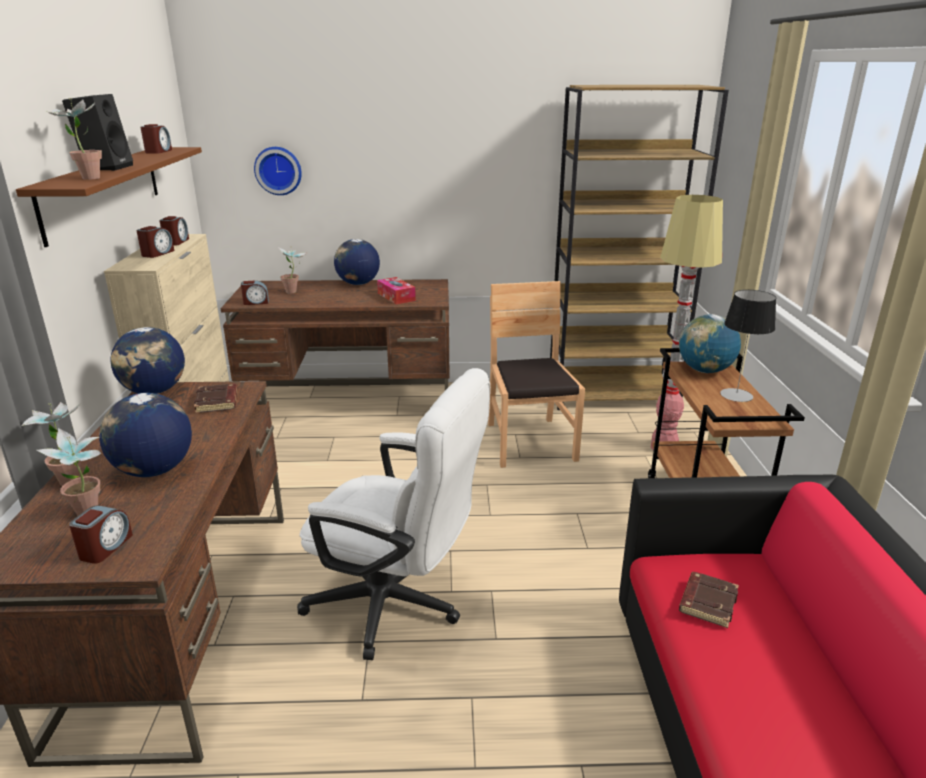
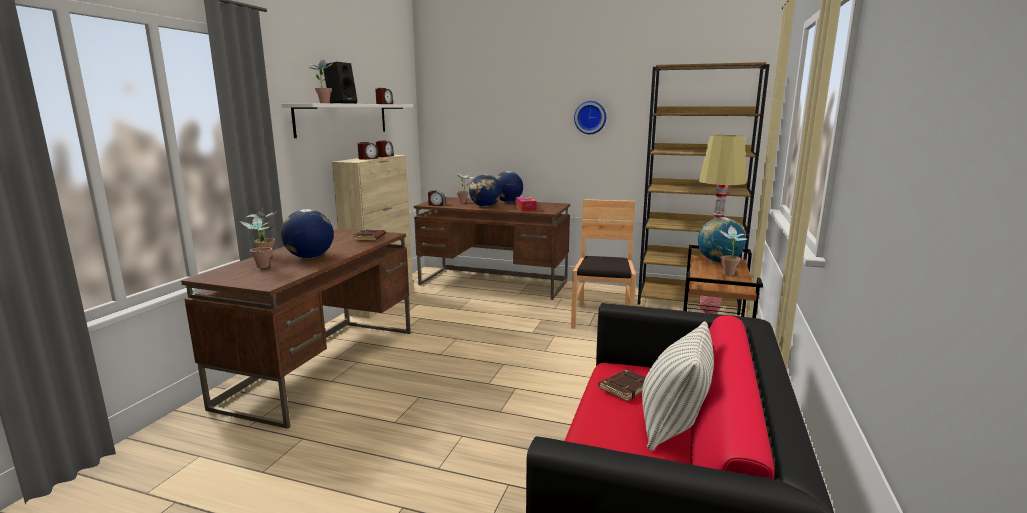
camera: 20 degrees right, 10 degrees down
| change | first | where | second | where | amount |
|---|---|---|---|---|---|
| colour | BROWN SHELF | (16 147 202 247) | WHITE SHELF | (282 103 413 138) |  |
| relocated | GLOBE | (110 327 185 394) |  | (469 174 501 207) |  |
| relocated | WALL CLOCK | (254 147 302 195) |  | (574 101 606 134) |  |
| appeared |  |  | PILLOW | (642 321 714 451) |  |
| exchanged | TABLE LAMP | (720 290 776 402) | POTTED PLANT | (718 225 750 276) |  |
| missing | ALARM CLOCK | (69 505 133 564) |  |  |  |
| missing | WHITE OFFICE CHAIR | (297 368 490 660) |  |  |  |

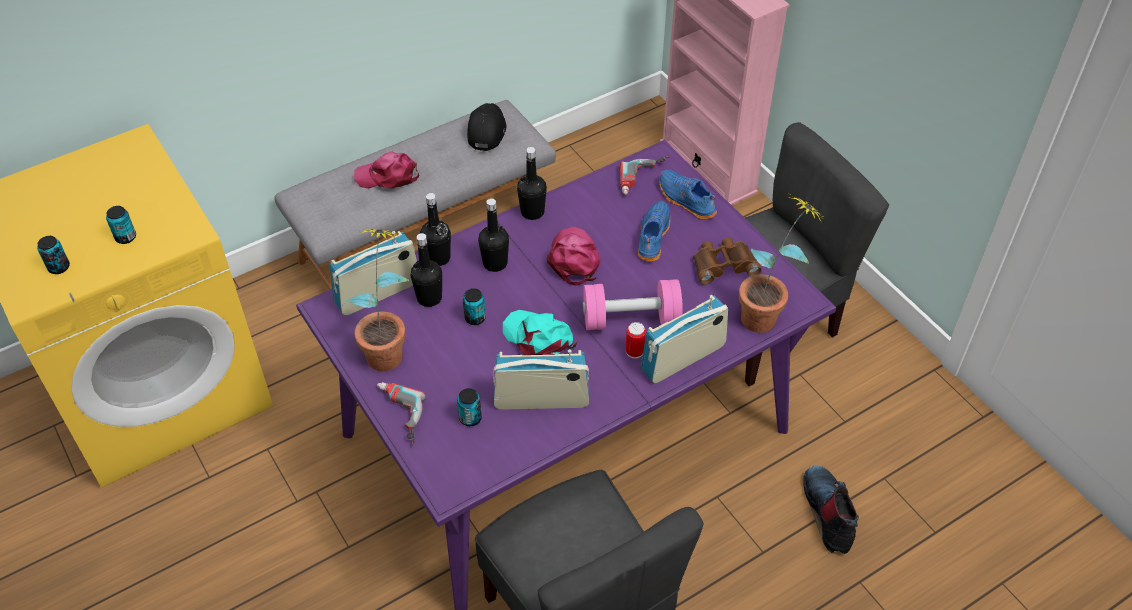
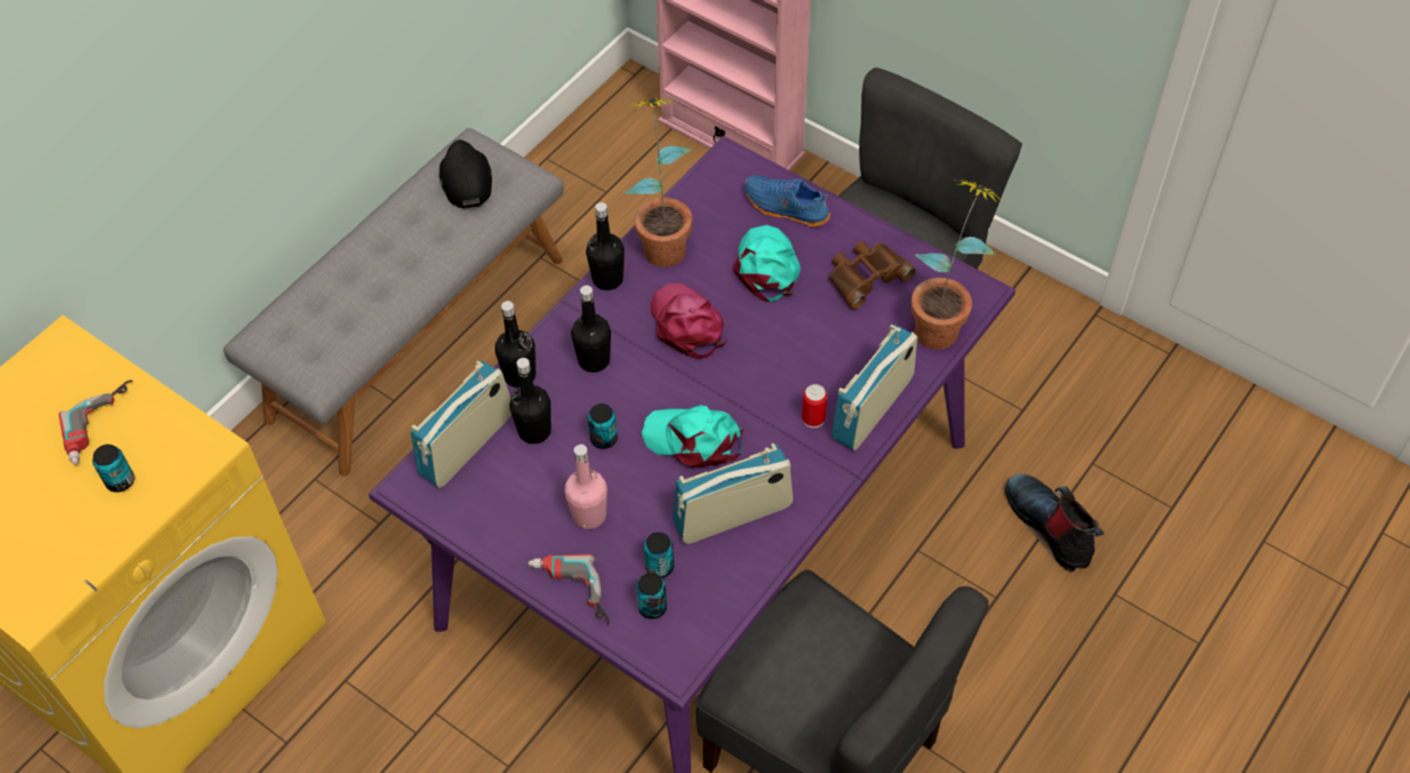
camera: 20 degrees left, 5 degrees up
| change | first | where | second | where | amount |
|---|---|---|---|---|---|
| relocated | POWER DRILL | (620 156 670 195) |  | (59 380 133 465) |  |
| appeared |  |  | PINK BOTTLE | (565 444 607 529) |  |
| relocated | POTTED PLANT | (346 229 409 371) |  | (623 99 693 267) |  |
| relocated | CAN | (37 236 70 274) |  | (636 573 667 619) |  |
| exchanged | BLUE SHOE | (638 201 670 262) | TURQUOISE CAP | (733 225 801 302) |  |
| missing | PINK CAP | (354 151 419 189) |  |  |  |
| missing | PINK DUMBBELL | (583 279 683 330) |  |  |  |

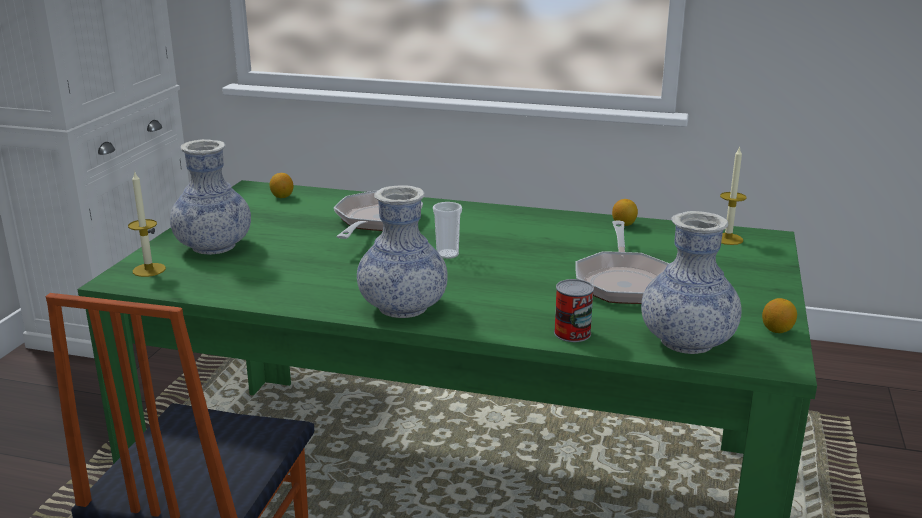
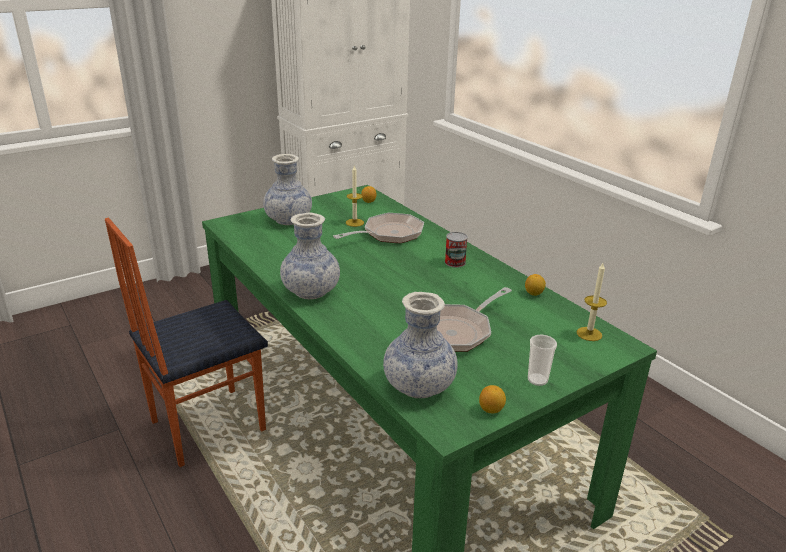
camera: 40 degrees right, 5 degrees up
| change | first | where | second | where | amount |
|---|---|---|---|---|---|
| relocated | CANDLE | (128 172 166 277) |  | (346 166 364 227) |  |
| relocated | CAN | (554 279 594 342) |  | (445 232 468 268) |  |
| relocated | CUP | (433 202 462 259) |  | (528 334 557 386) |  |

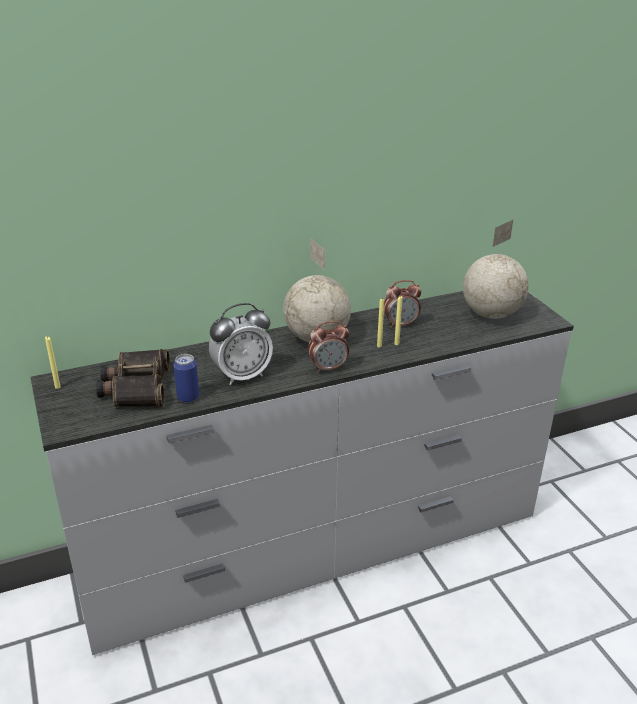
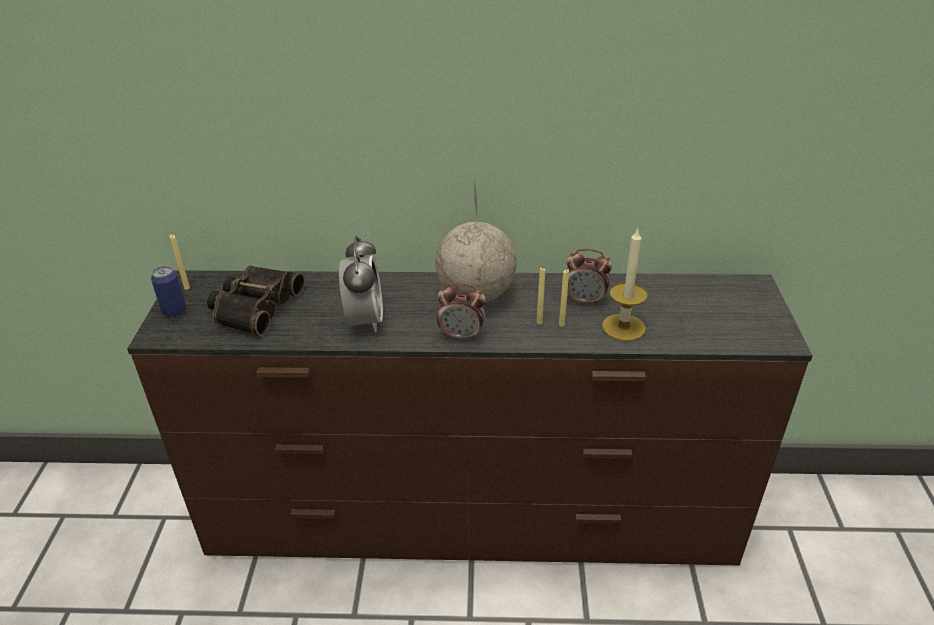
camera: 25 degrees right, 5 degrees up
| change | first | where | second | where | amount |
|---|---|---|---|---|---|
| colour | WHITE DRESSER | (30 291 574 655) | BROWN DRESSER | (127 270 813 565) |  |
| relocated | CAN | (173 354 199 403) |  | (151 265 186 318) |  |
| spun | ALARM CLOCK | (209 303 273 385) |  | (339 236 383 333) | 90 degrees counterclockwise |
| appeared |  |  | CANDLE | (602 228 648 341) |  |
| missing | GLOBE | (463 220 529 319) |  |  |  |

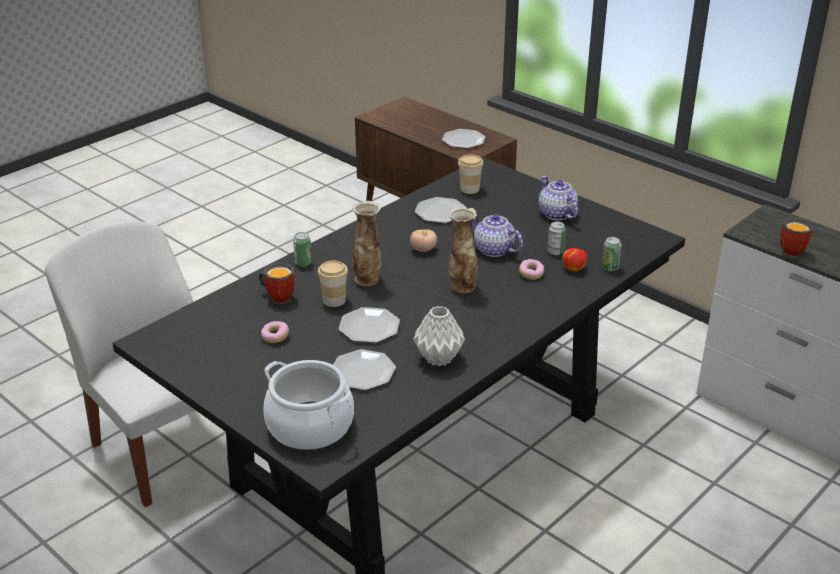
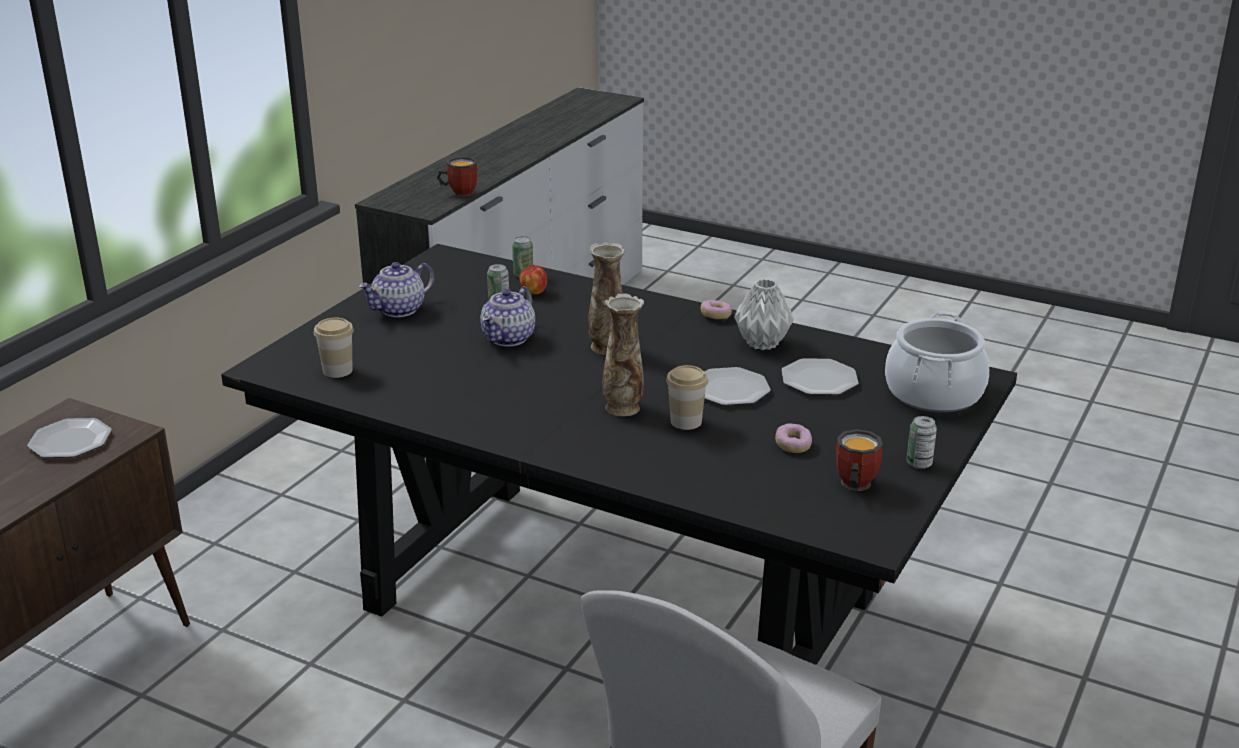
camera: 105 degrees left, 5 degrees down
| change | first | where | second | where | amount |
|---|---|---|---|---|---|
| relocated | DONUT | (519 259 544 280) |  | (701 300 732 319) |  |
| relocated | MUG | (259 263 295 304) |  | (836 429 883 491) |  |
| relocated | CAN | (293 232 312 267) |  | (906 416 937 469) |  |
| missing | TOMATO | (410 229 437 252) |  |  |  |
| missing | PLATE | (415 197 467 223) |  |  |  |

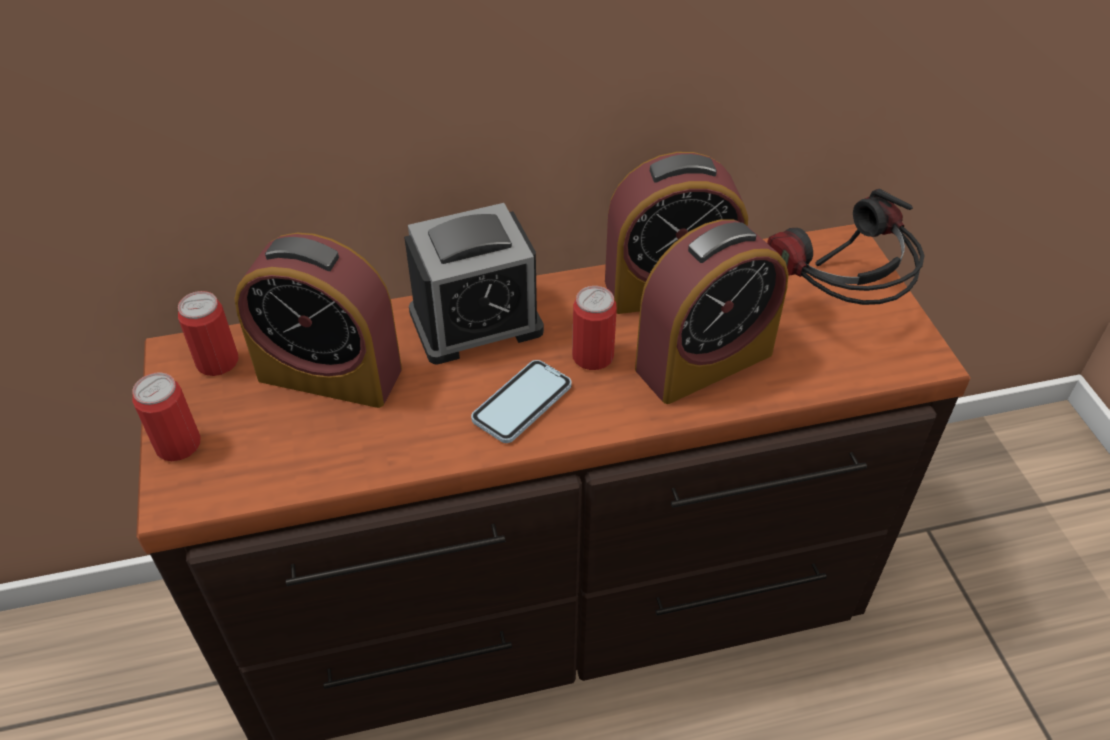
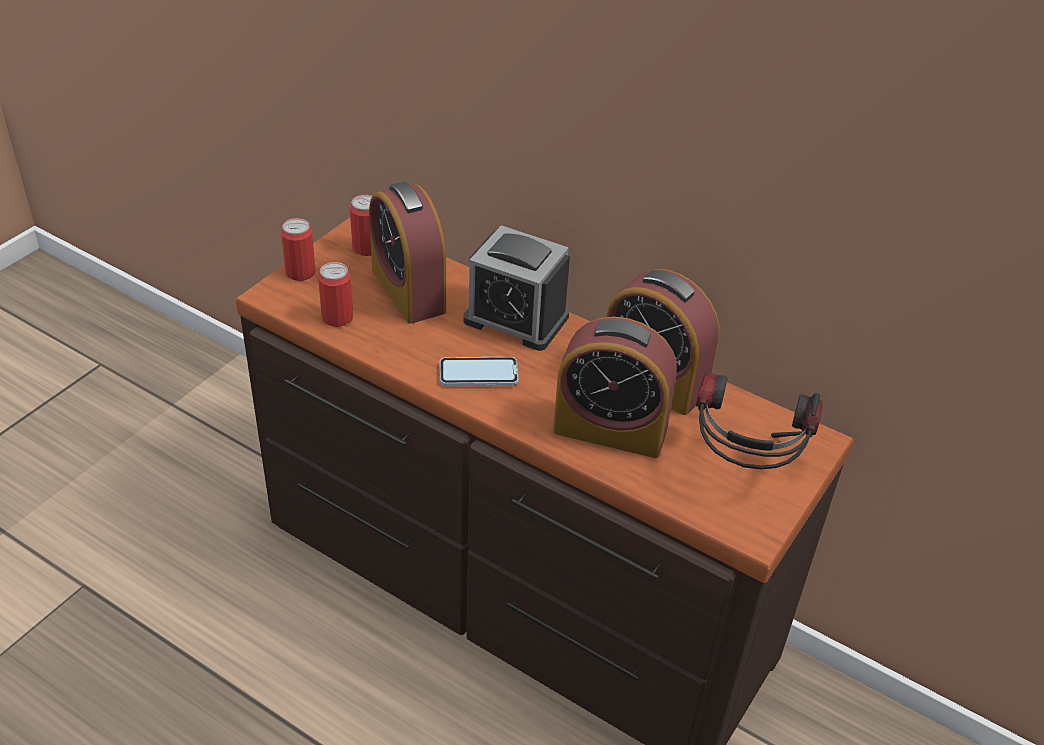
camera: 45 degrees right, 5 degrees down
| change | first | where | second | where | amount |
|---|---|---|---|---|---|
| relocated | CAN | (572 286 617 370) |  | (318 262 353 327) |  |

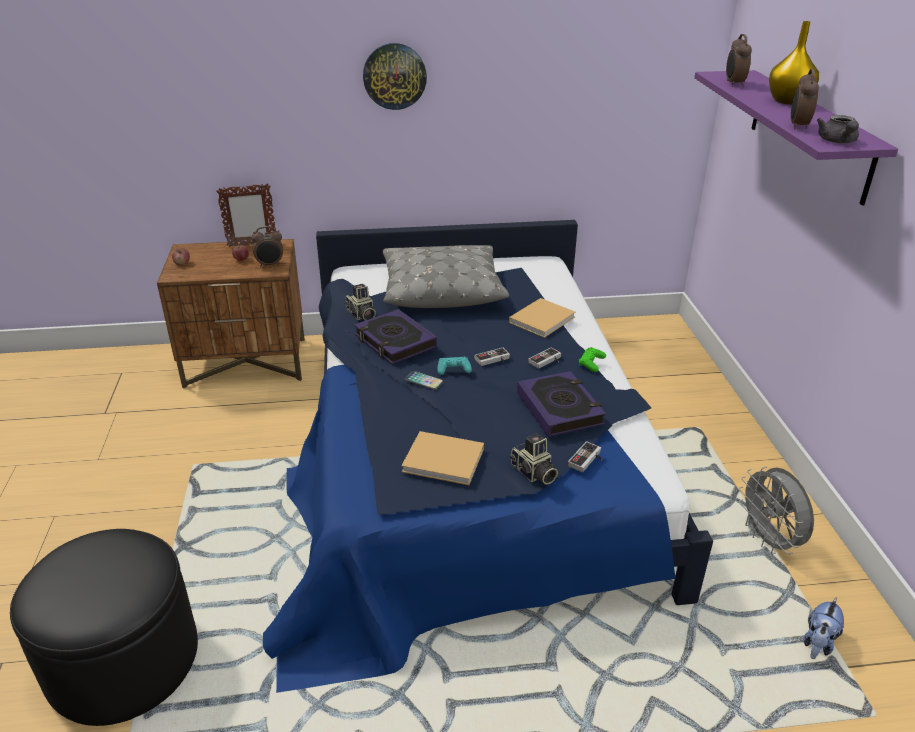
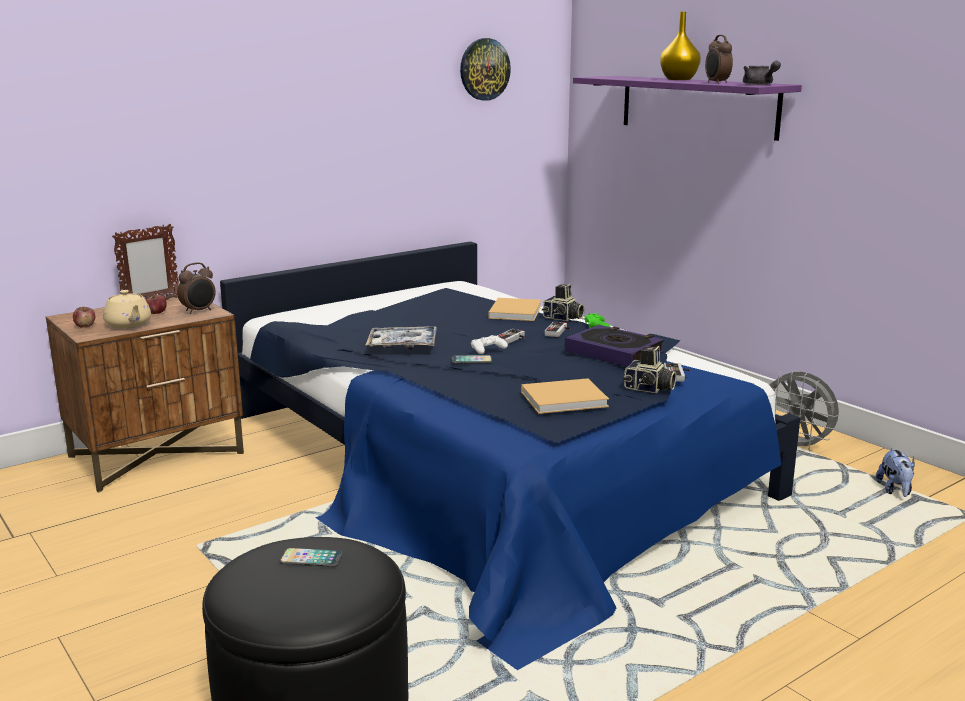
camera: 30 degrees left, 15 degrees down
| change | first | where | second | where | amount |
|---|---|---|---|---|---|
| appeared |  |  | BEIGE TEAPOT | (103 290 151 329) |  |
| appeared |  |  | PHONE | (280 548 343 567) |  |
| exchanged | BOOK | (354 309 437 365) | TRAY | (366 327 437 350) |  |
| relocated | WALL CLOCK | (363 43 427 110) |  | (460 38 511 101) |  |
| colour | TURQUOISE GAME CONTROLLER | (437 357 472 375) | WHITE GAME CONTROLLER | (471 335 508 354) |  |
| relocated | PHOTO CAMERA | (345 284 376 321) |  | (542 284 585 321) |  |
| missing | GREY PILLOW | (383 245 509 308) |  |  |  |
| missing | ALARM CLOCK | (726 34 752 86) |  |  |  |

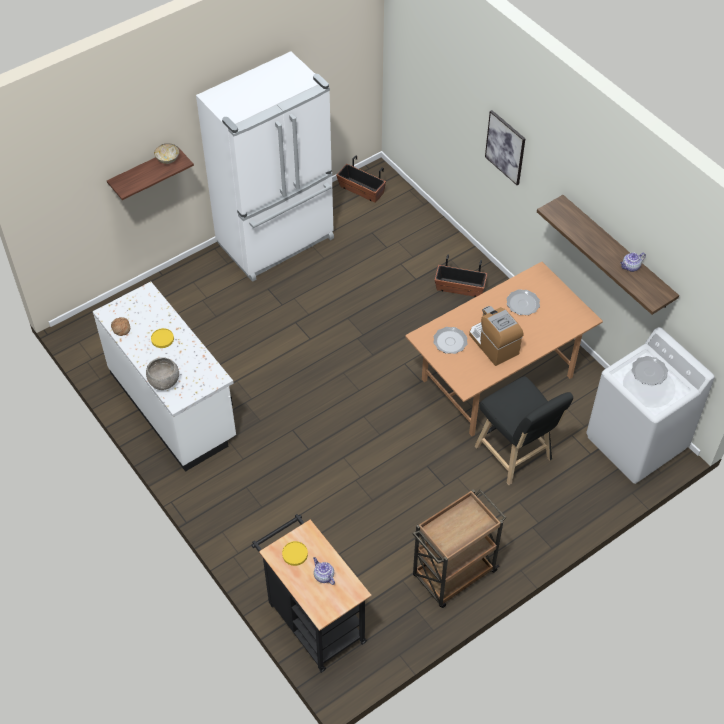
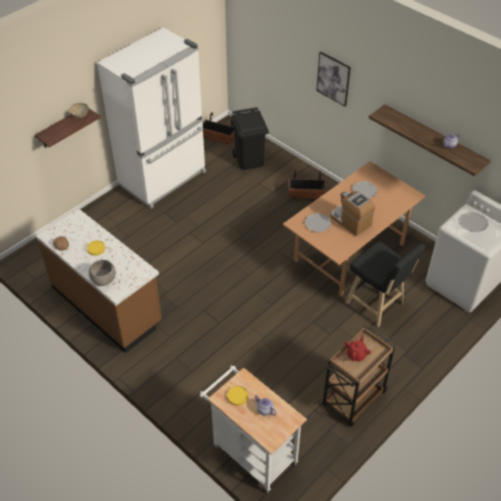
camera: 10 degrees left, 5 degrees down
| change | first | where | second | where | amount |
|---|---|---|---|---|---|
| colour | WHITE COUNTER | (93 281 236 472) | BROWN COUNTER | (36 209 162 353) |  |
| colour | BLACK CART | (251 514 371 673) | WHITE CART | (200 365 307 493) |  |
| appeared |  |  | BLACK TRASH CAN | (232 107 269 170) |  |
| appeared |  |  | RED TEAPOT | (345 335 371 362) |  |

